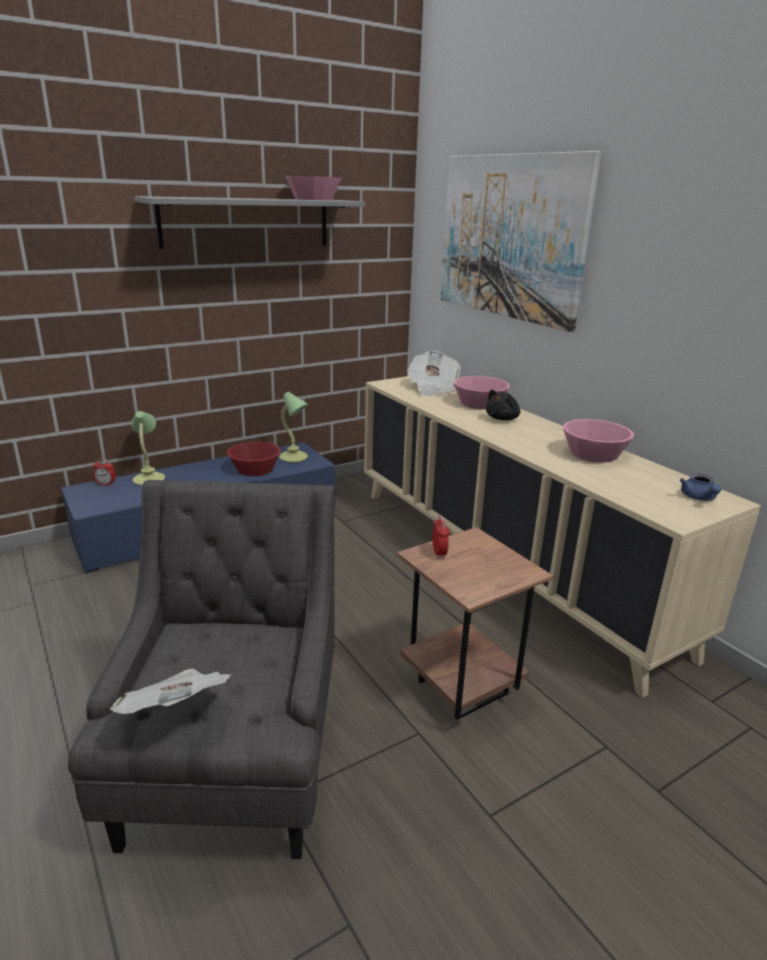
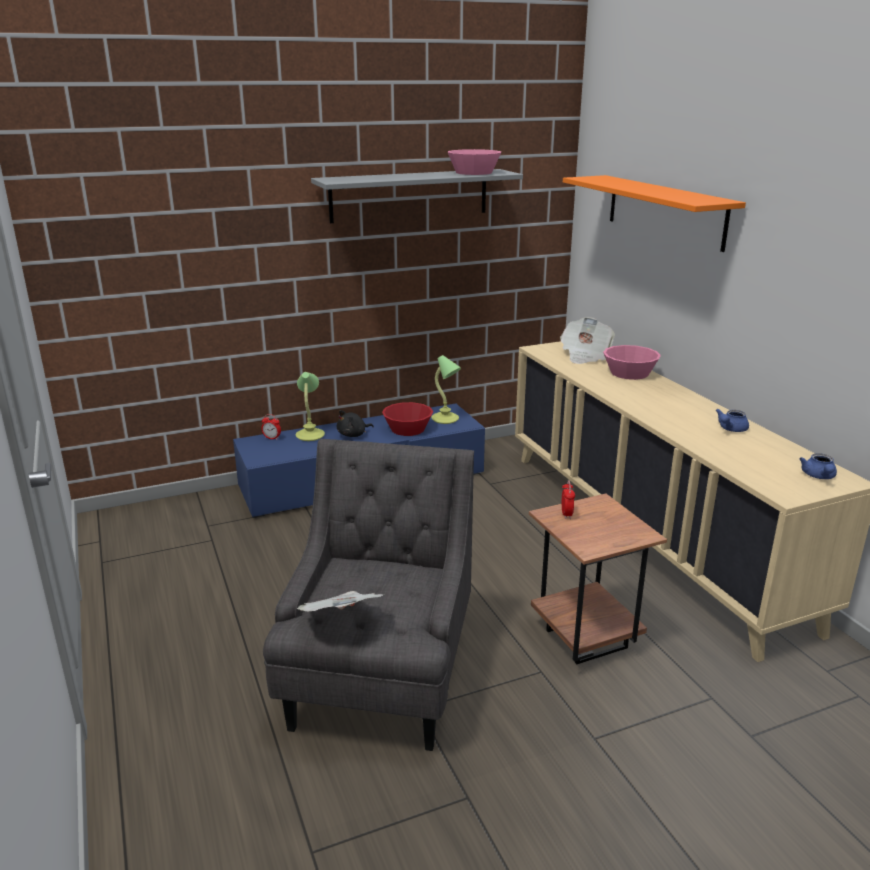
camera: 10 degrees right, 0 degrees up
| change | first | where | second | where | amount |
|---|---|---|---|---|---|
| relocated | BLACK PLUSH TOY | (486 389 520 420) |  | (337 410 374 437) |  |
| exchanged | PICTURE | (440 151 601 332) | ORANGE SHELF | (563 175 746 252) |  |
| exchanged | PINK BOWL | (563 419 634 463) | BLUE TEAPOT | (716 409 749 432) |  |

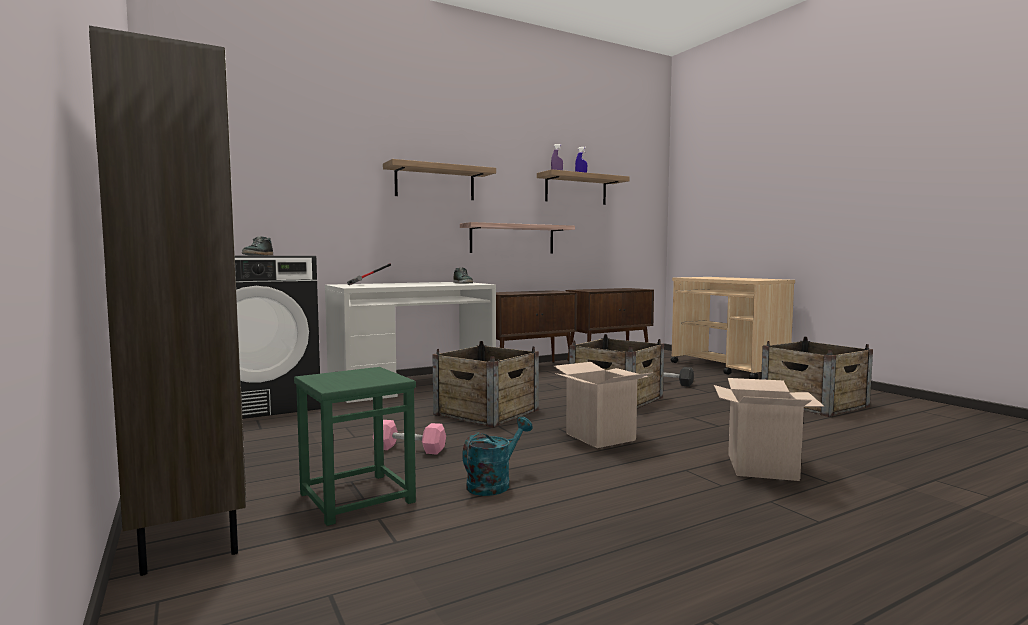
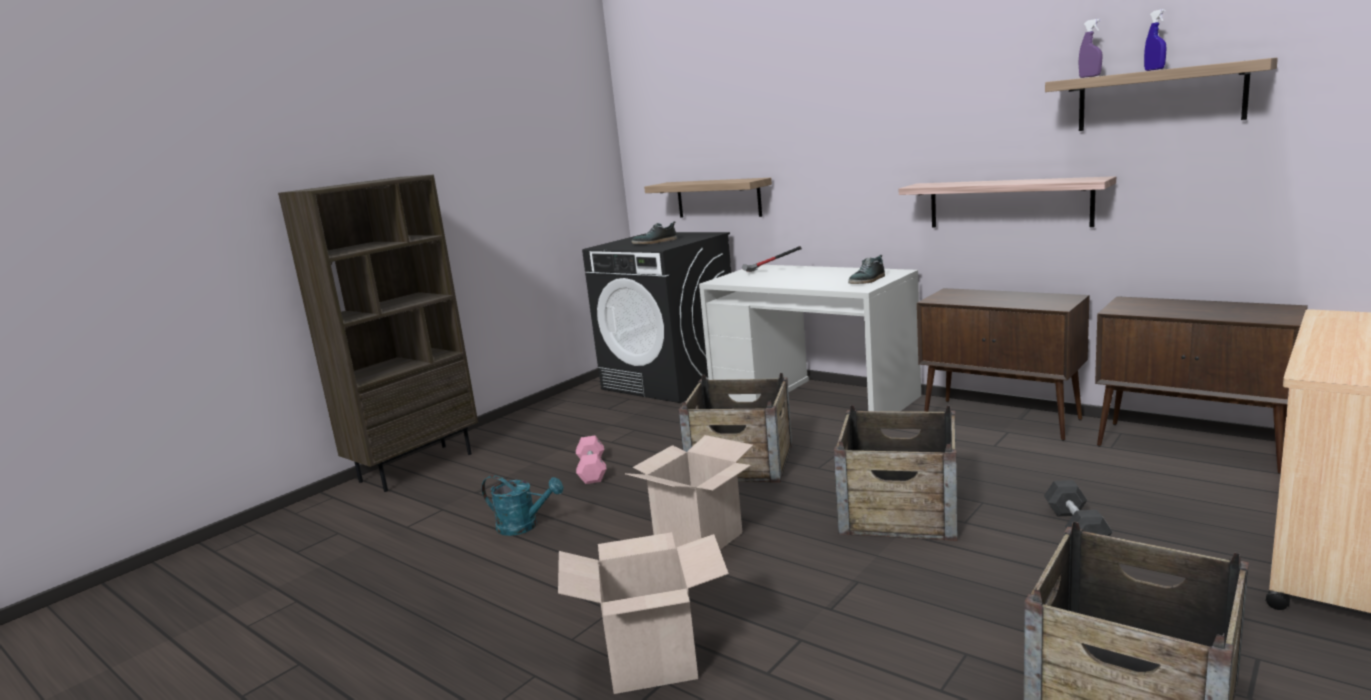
camera: 70 degrees right, 10 degrees up
| change | first | where | second | where | amount |
|---|---|---|---|---|---|
| relocated | SHELF | (383 159 496 200) |  | (644 178 772 218) |  |
| missing | GREEN STOOL | (294 367 416 526) |  |  |  |

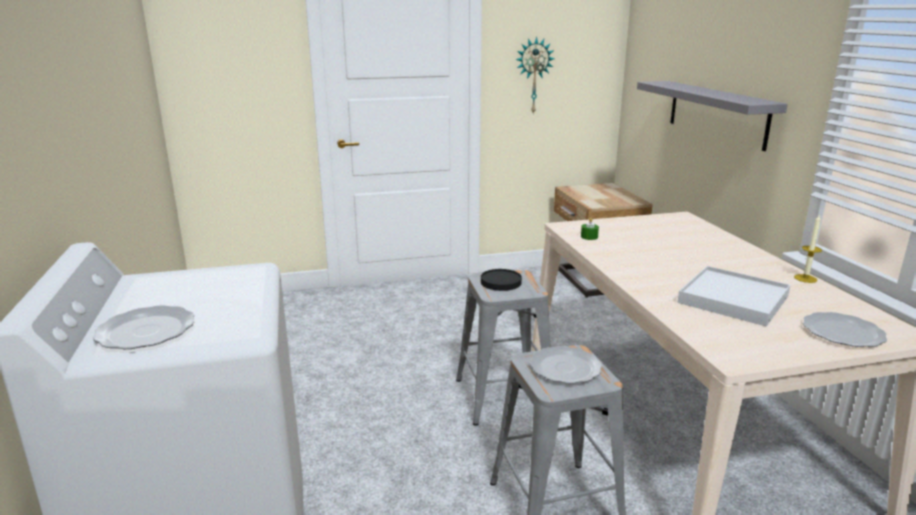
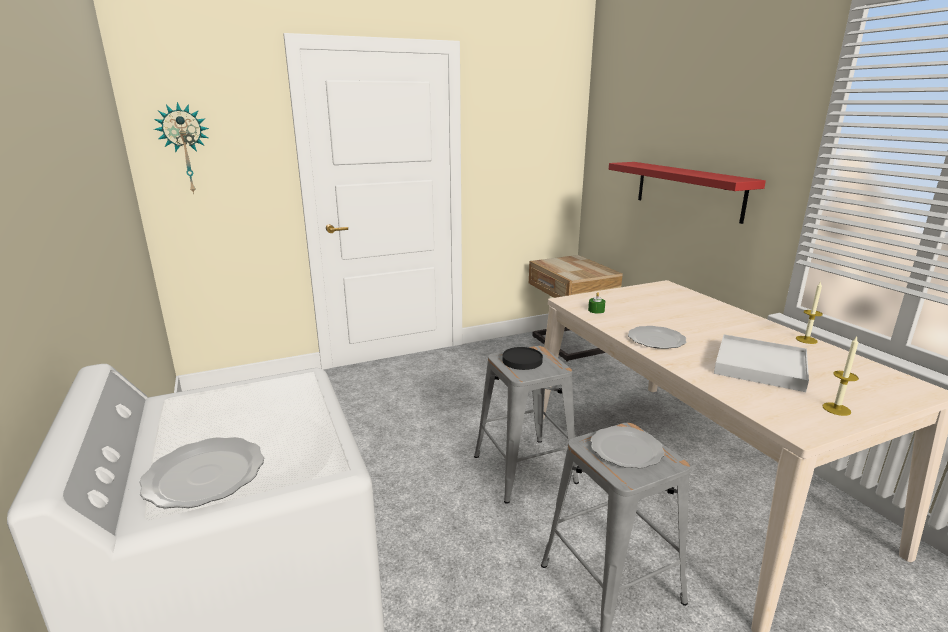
camera: 10 degrees left, 0 degrees up
| change | first | where | second | where | amount |
|---|---|---|---|---|---|
| relocated | WALL CLOCK | (516 37 555 114) |  | (154 102 209 194) |  |
| colour | GREY SHELF | (637 81 788 151) | RED SHELF | (609 162 766 224) |  |
| relocated | PLATE | (803 312 887 347) |  | (628 326 686 349) |  |
| appeared |  |  | CANDLE | (823 337 859 416) |  |

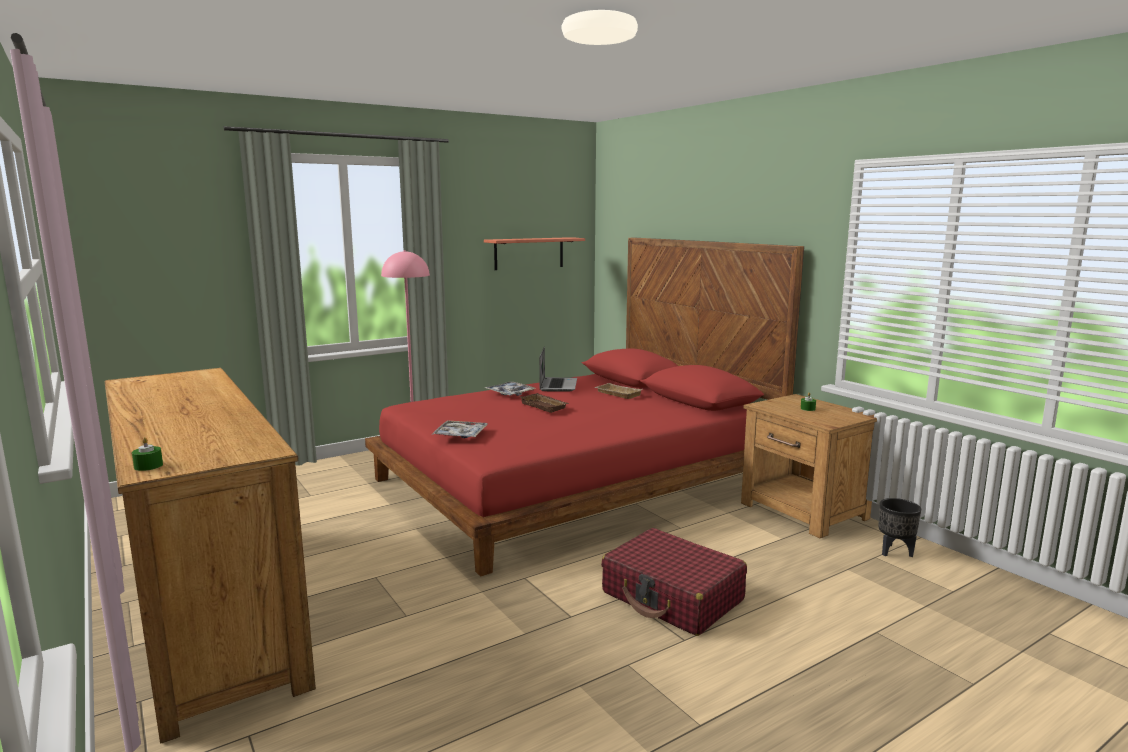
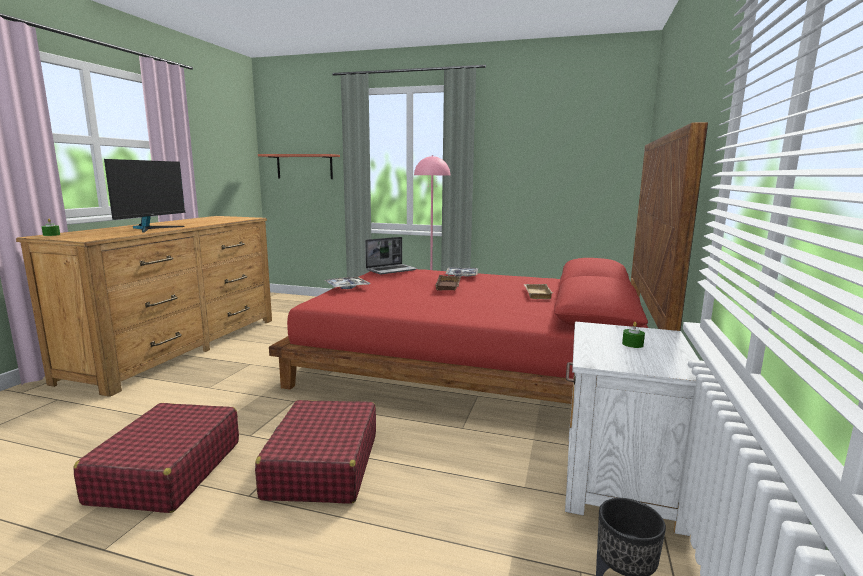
camera: 50 degrees right, 0 degrees up
| change | first | where | second | where | amount |
|---|---|---|---|---|---|
| appeared |  |  | RED SUITCASE | (74 403 239 513) |  |
| appeared |  |  | MONITOR | (104 159 185 233) |  |
| relocated | SHELF | (484 237 585 270) |  | (258 154 340 179) |  |
| relocated | LAPTOP | (539 347 577 392) |  | (365 237 418 274) |  |
| colour | BROWN NIGHTSTAND | (741 394 877 538) | WHITE NIGHTSTAND | (565 321 699 536) |  |

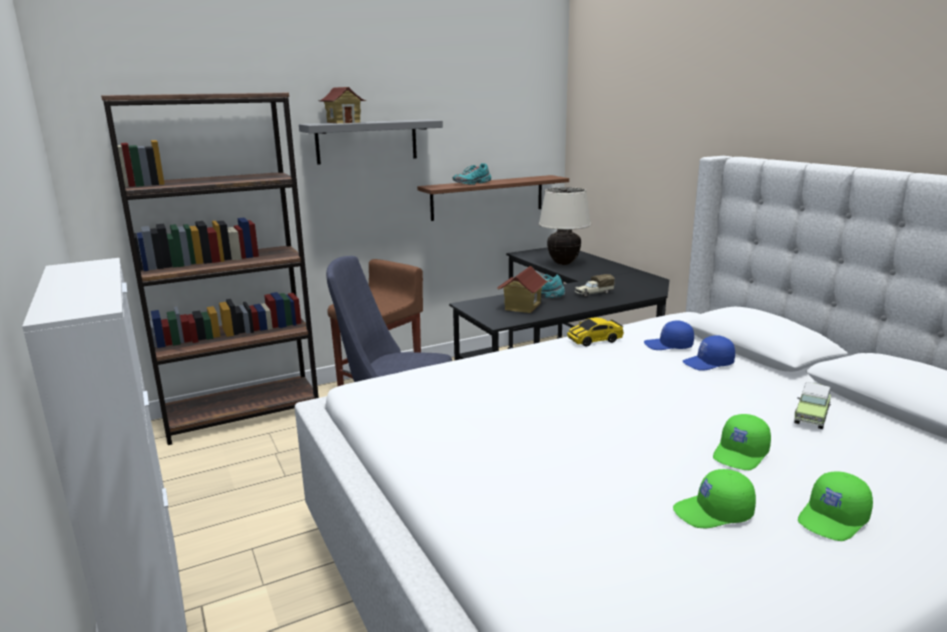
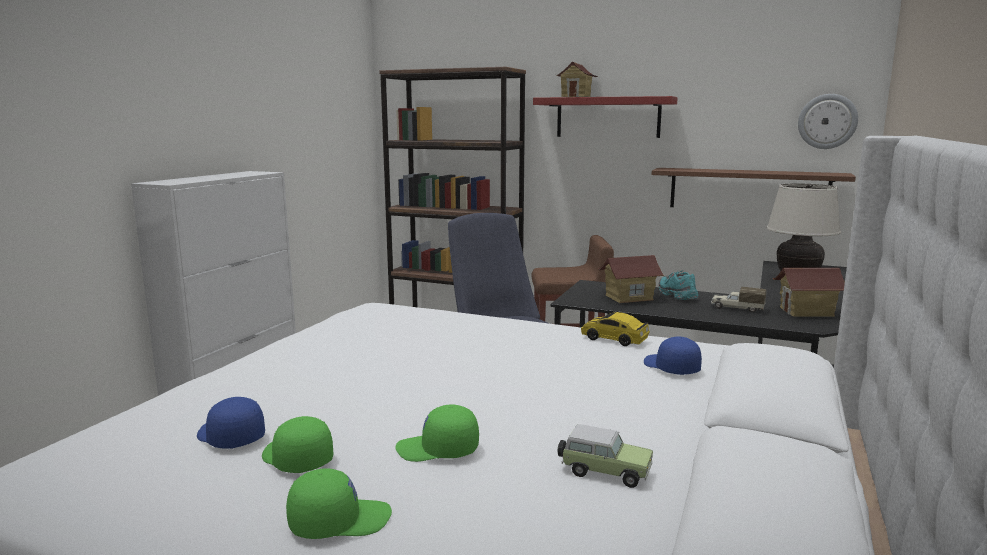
camera: 50 degrees right, 5 degrees down
| change | first | where | second | where | amount |
|---|---|---|---|---|---|
| relocated | BLUE CAP | (682 335 735 371) |  | (197 397 265 448) |  |
| spun | GREEN CAP | (798 472 873 541) |  | (286 468 392 539) | 150 degrees clockwise |
| colour | GREY SHELF | (299 120 443 165) | RED SHELF | (533 96 678 138) |  |
| spun | TOY CAR | (794 382 831 429) |  | (558 424 653 488) | 150 degrees counterclockwise |
| appeared |  |  | TOY HOUSE | (773 268 845 317) |  |
| appeared |  |  | WALL CLOCK | (798 94 858 149) |  |
| missing | TURQUOISE SHOE | (453 163 491 185) |  |  |  |

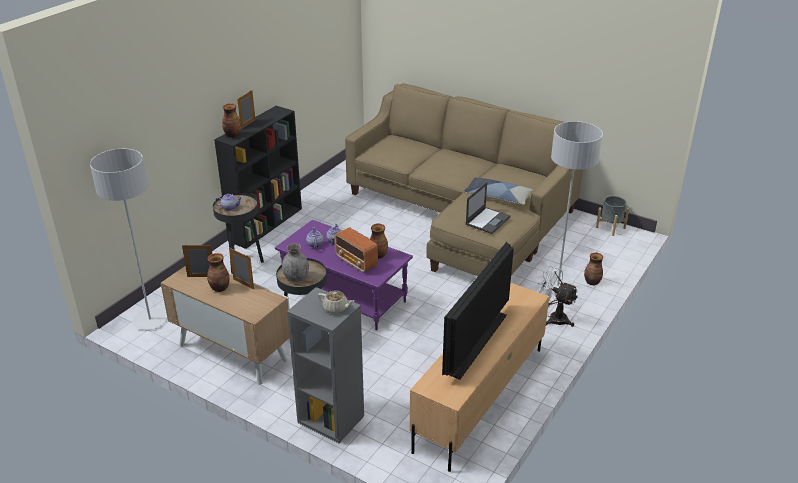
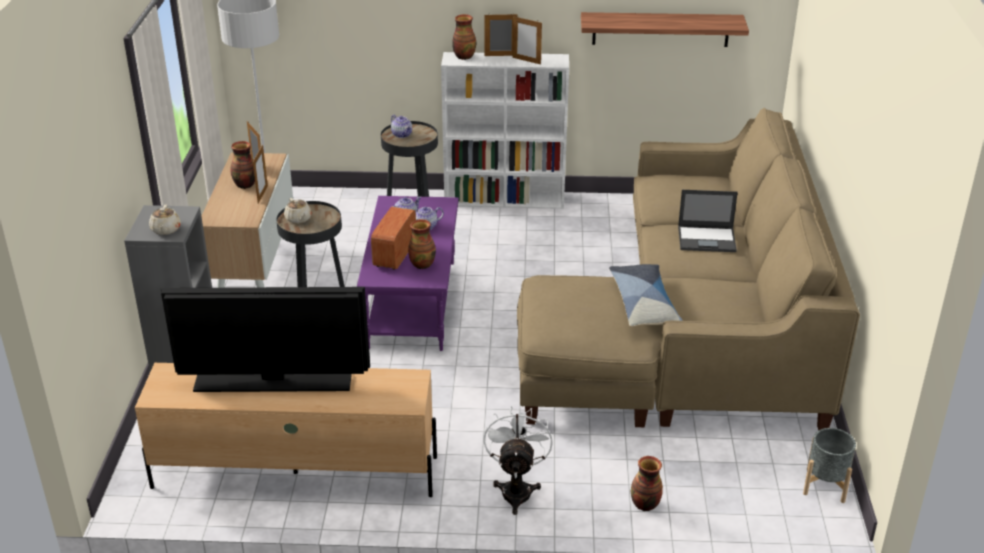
camera: 60 degrees right, 0 degrees up
| change | first | where | second | where | amount |
|---|---|---|---|---|---|
| exchanged | GREY VASE | (282 243 309 282) | BEIGE TEAPOT | (284 198 312 224) |  |
| colour | BLACK BOOKCASE | (214 106 302 249) | WHITE BOOKCASE | (441 52 569 209) |  |
| appeared |  |  | PICTURE FRAME | (512 16 542 65) |  |
| appeared |  |  | SHELF | (581 12 749 47) |  |
| relocated | LAPTOP | (466 182 511 234) |  | (678 190 738 252) |  |
| missing | GREY FLOOR LAMP | (542 121 603 295) |  |  |  |

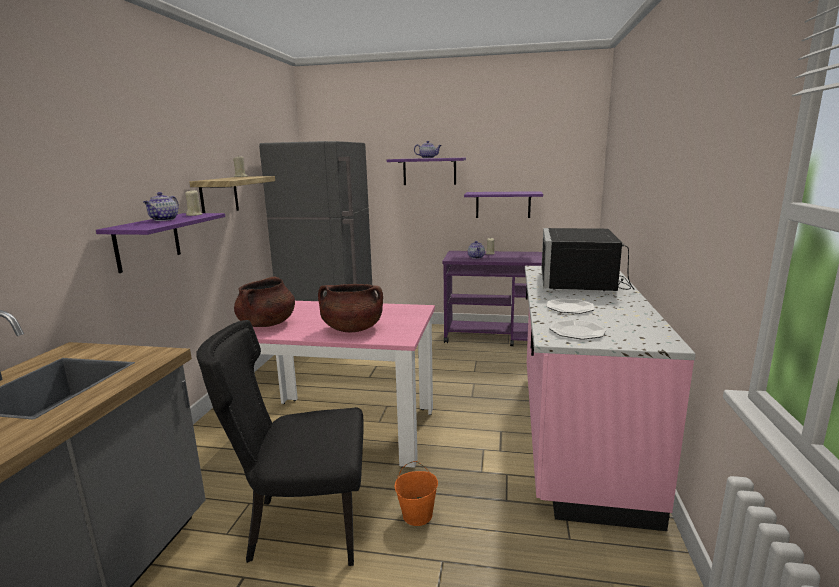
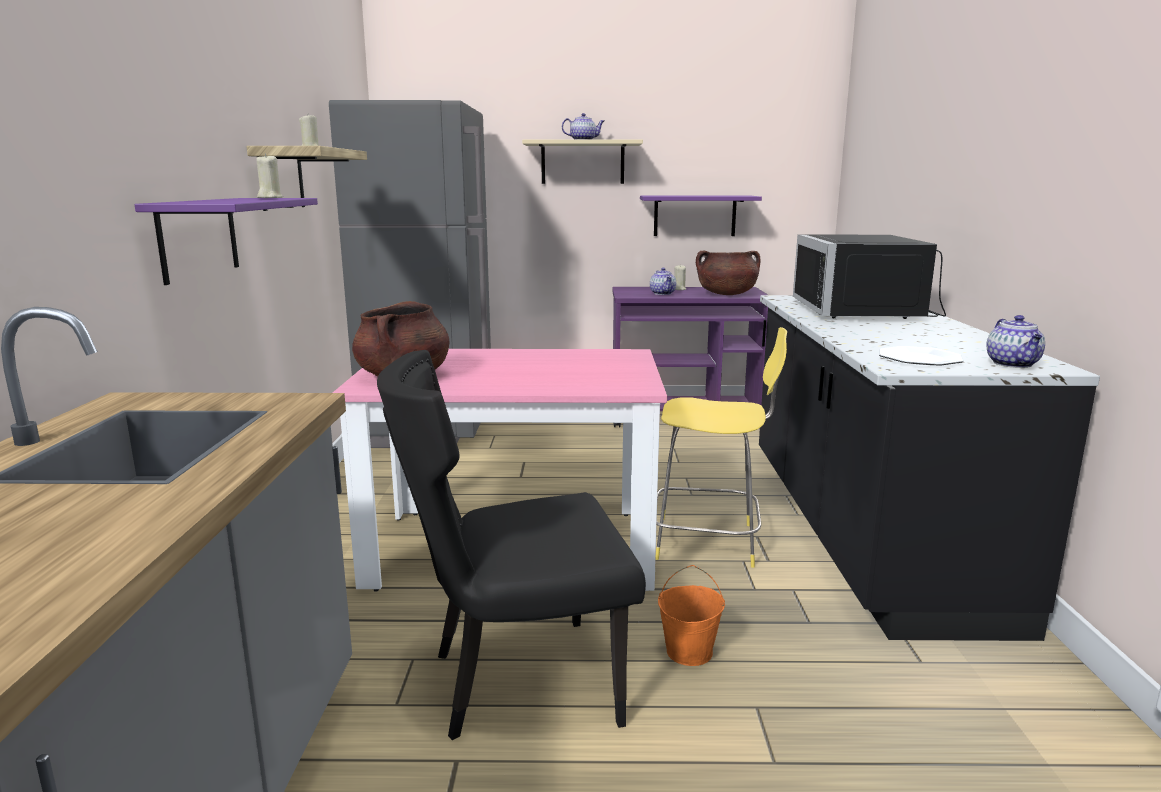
camera: 10 degrees left, 0 degrees up
| change | first | where | second | where | amount |
|---|---|---|---|---|---|
| colour | PURPLE SHELF | (387 158 466 185) | BEIGE SHELF | (522 139 643 184) |  |
| appeared |  |  | YELLOW STOOL | (656 327 787 568) |  |
| relocated | BROWN COOKING POT | (318 284 383 332) |  | (696 250 760 295) |  |
| colour | PINK COUNTER | (525 266 696 531) | BLACK COUNTER | (759 295 1100 641) |  |
| relocated | TEAPOT | (143 192 179 221) |  | (986 315 1045 368) |  |
| missing | PLATE | (547 299 595 314) |  |  |  |

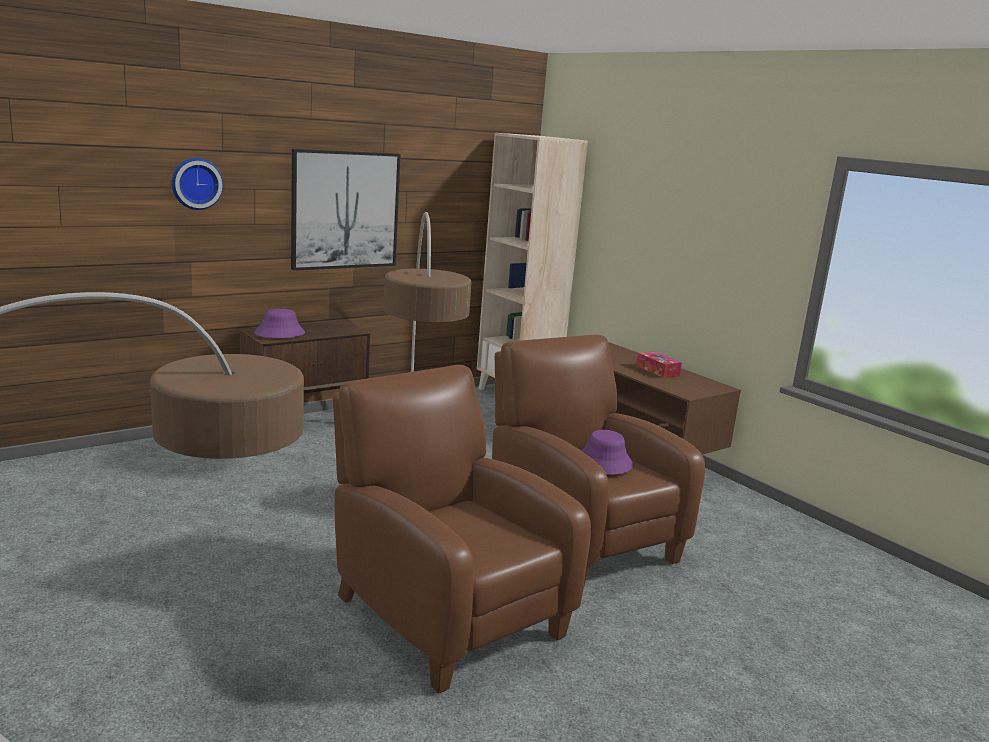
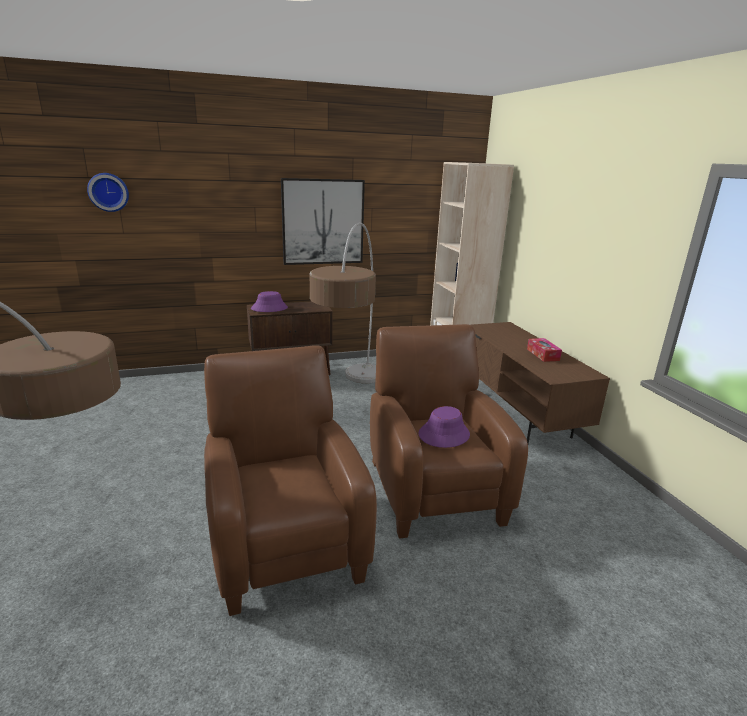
camera: 20 degrees right, 5 degrees up
| change | first | where | second | where | amount |
|---|---|---|---|---|---|
| relocated | WALL CLOCK | (172 158 223 210) |  | (87 173 129 212) |  |

